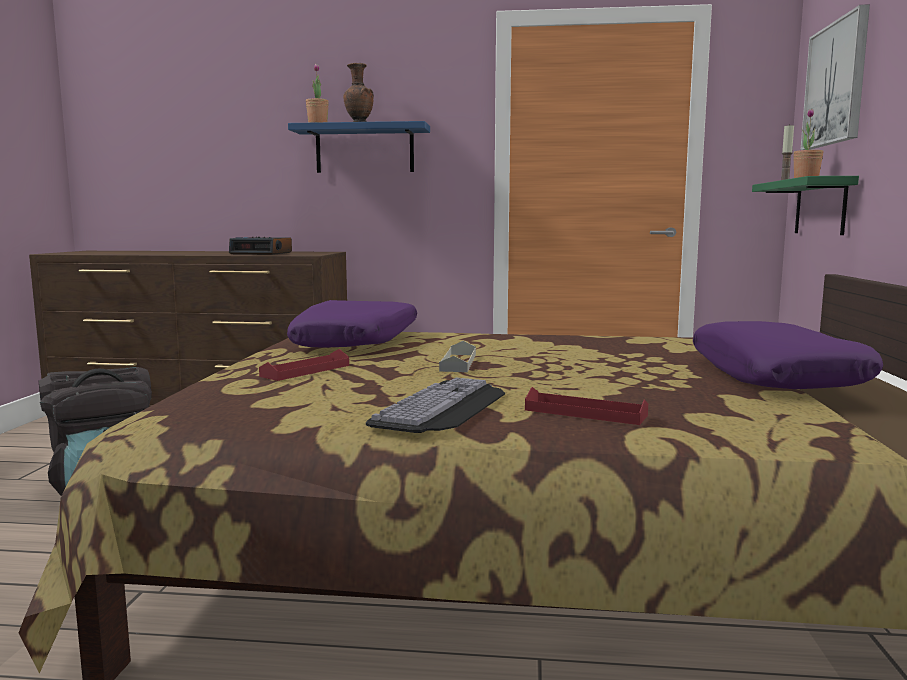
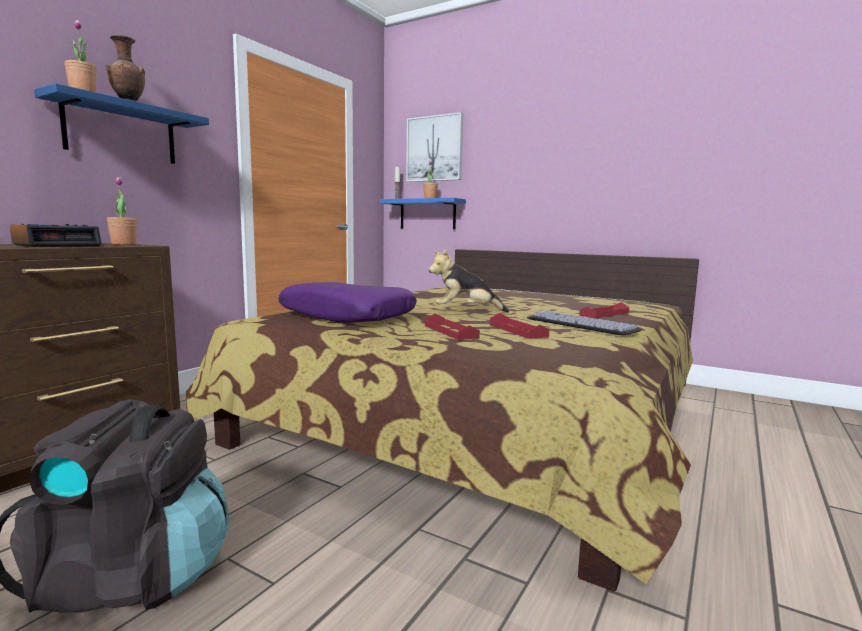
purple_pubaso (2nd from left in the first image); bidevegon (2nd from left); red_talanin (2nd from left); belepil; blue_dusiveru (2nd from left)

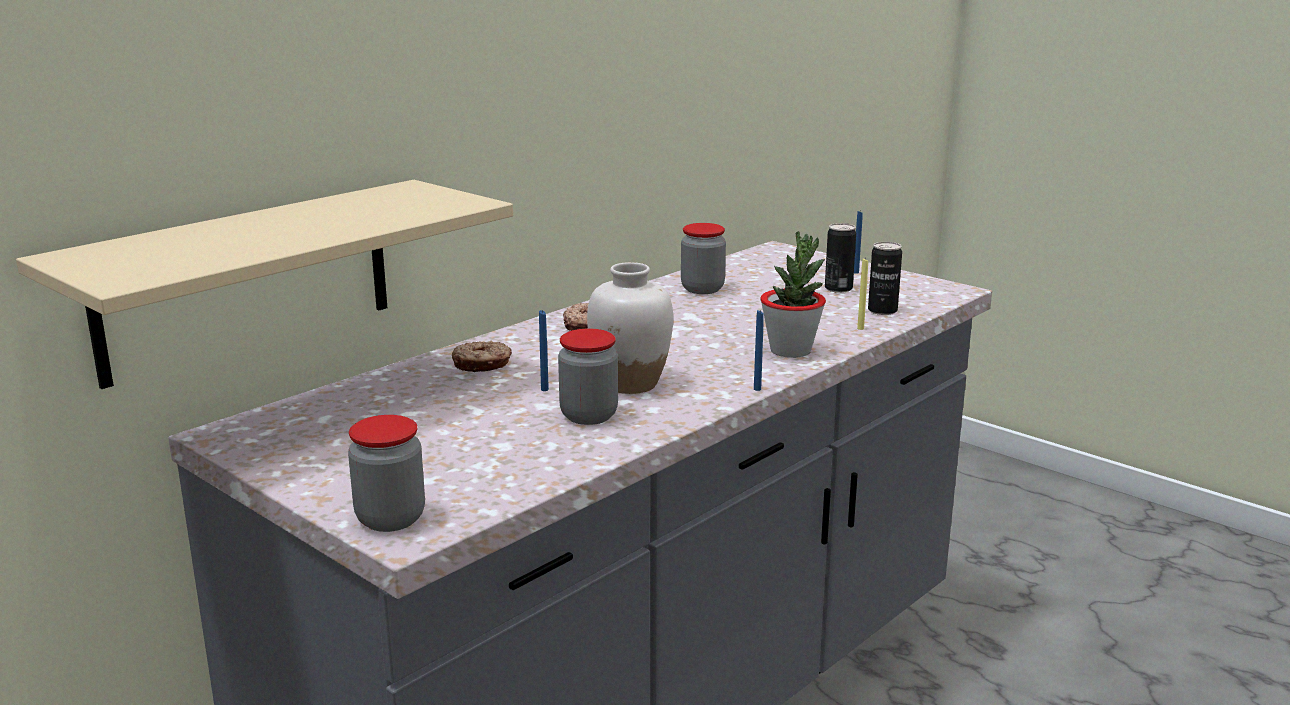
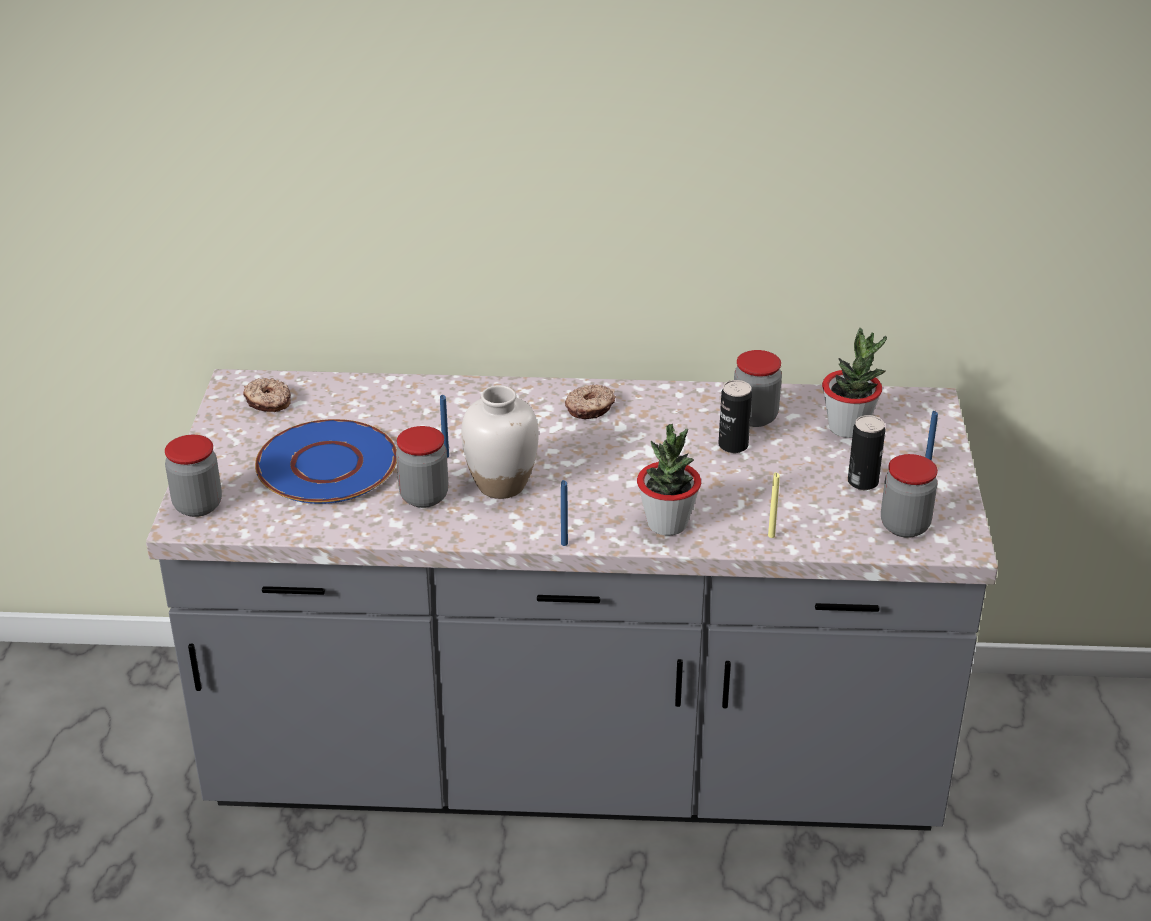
beige_dusiveru; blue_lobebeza; bidevegon (2nd from left); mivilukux (4th from left); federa (1st from left); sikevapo (1st from left)

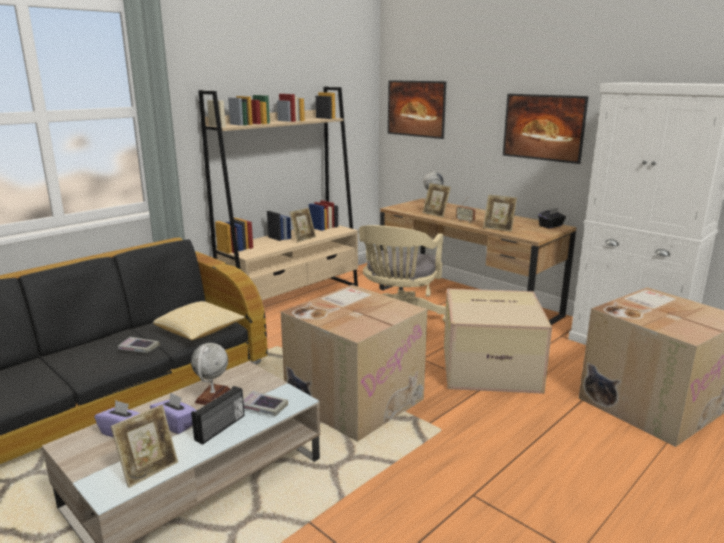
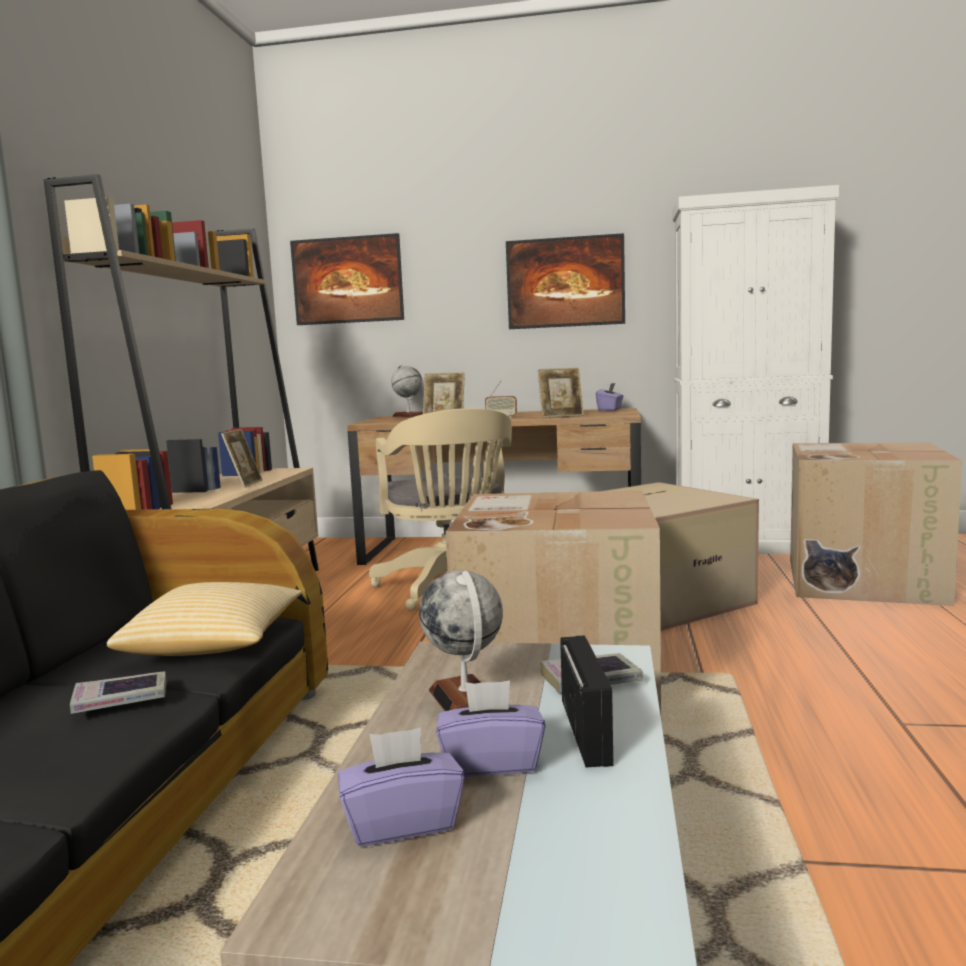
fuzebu (1st from left in the first image); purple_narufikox (3rd from left)

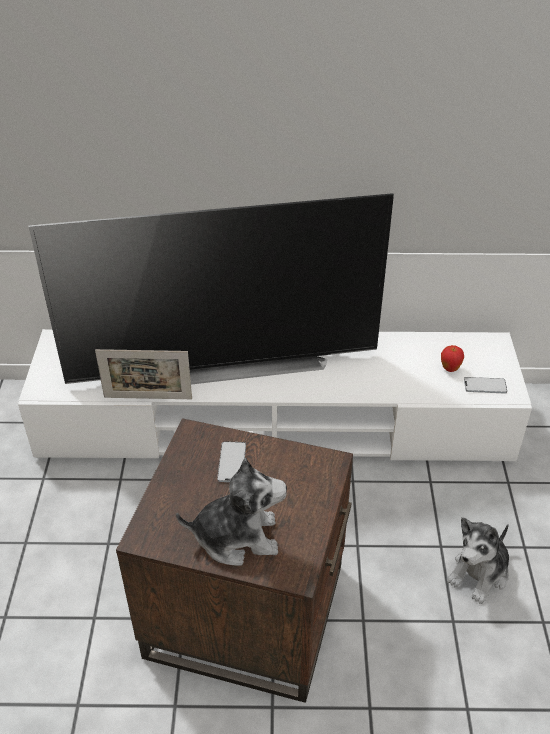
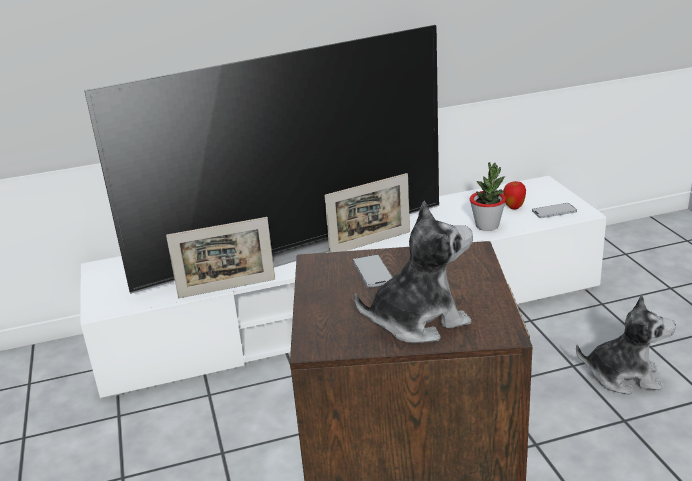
fuzebu (2nd from left); bidevegon; belepil (2nd from left)

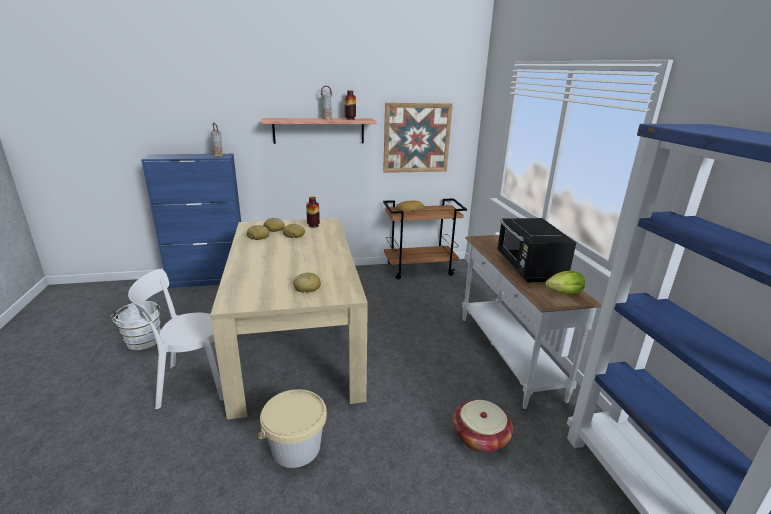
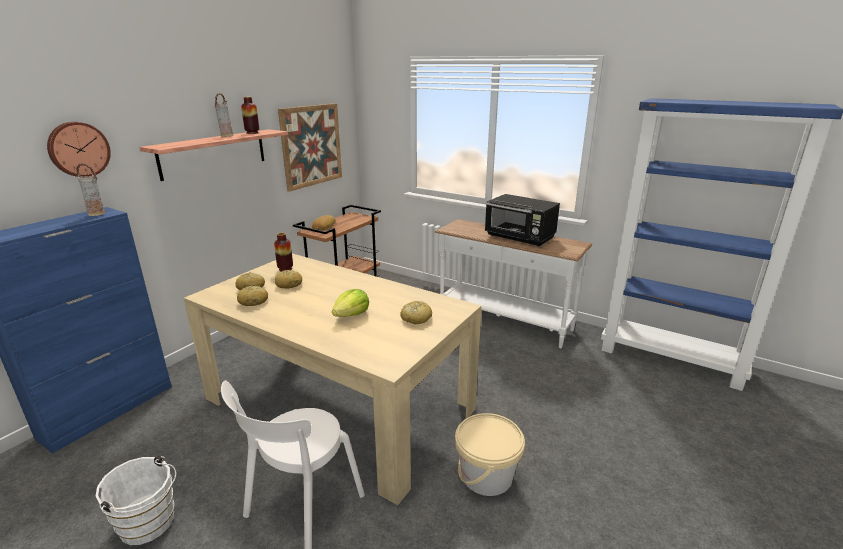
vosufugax; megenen; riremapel

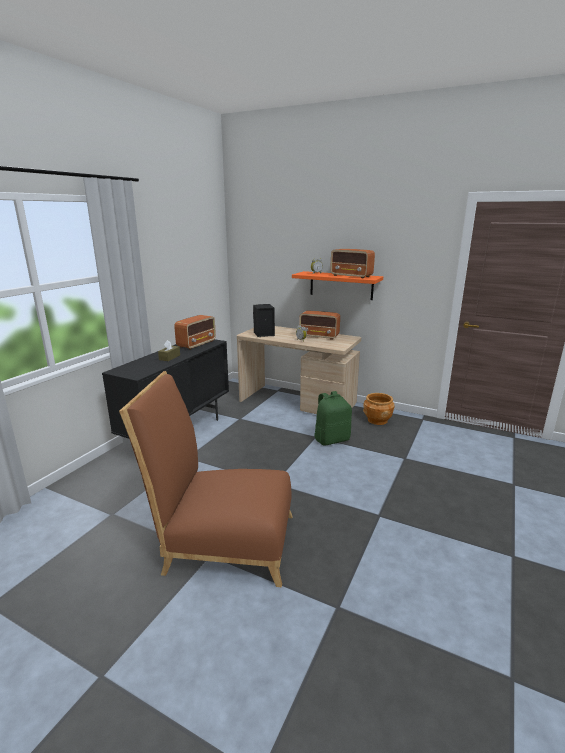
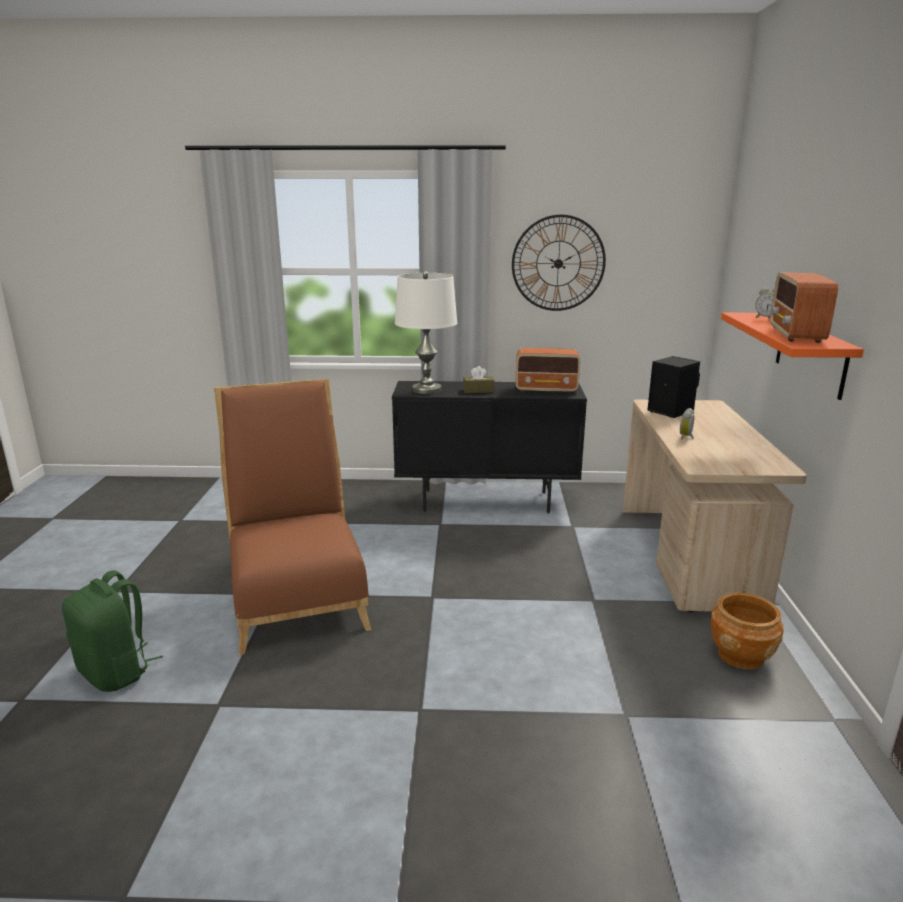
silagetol (2nd from left in the first image); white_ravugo; megenen; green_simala

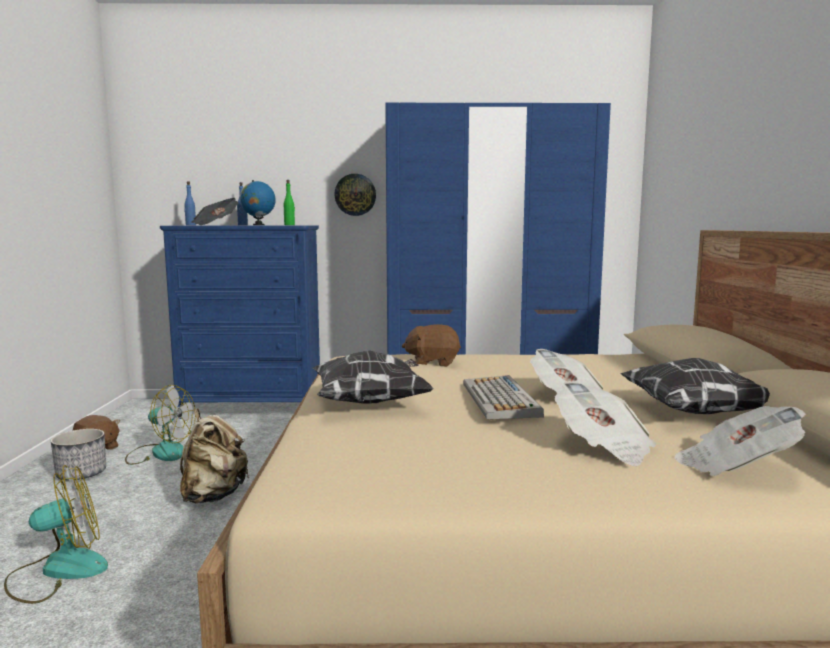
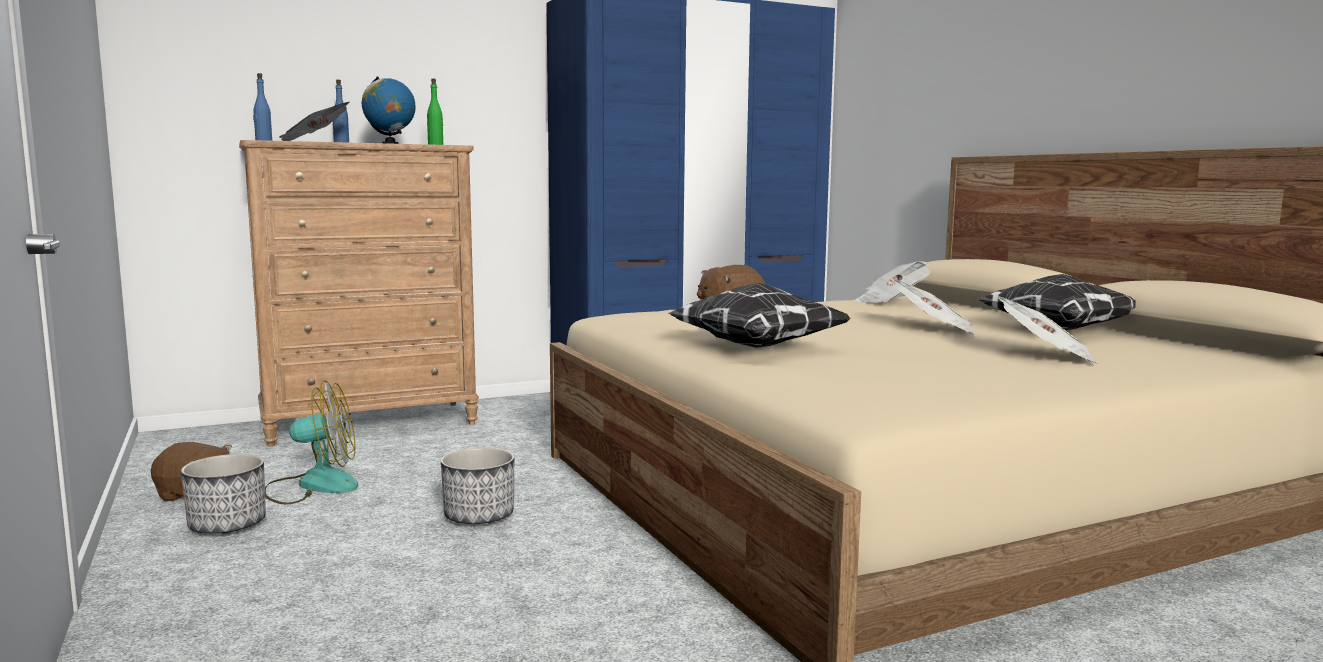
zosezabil (1st from left in the first image); megenen; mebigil; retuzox (2nd from left); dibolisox (2nd from left); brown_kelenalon

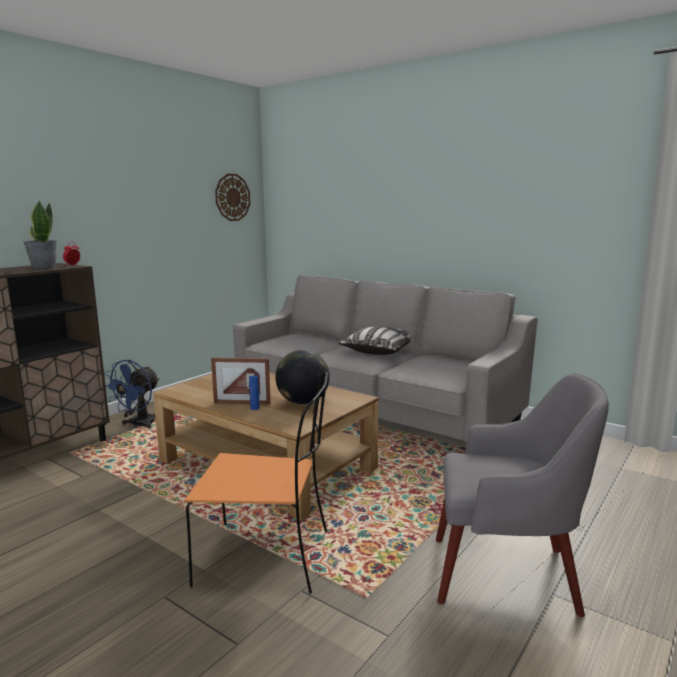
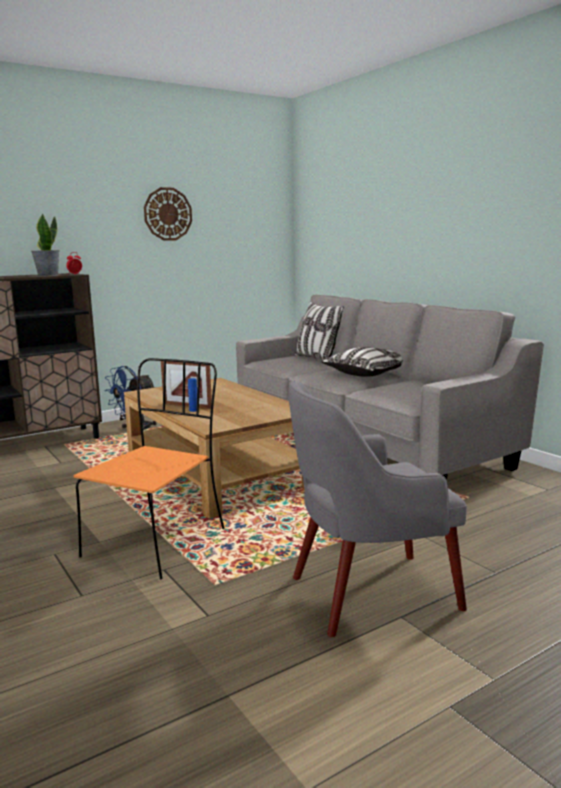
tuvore; pubaso (1st from left); megenen; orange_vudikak; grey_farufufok

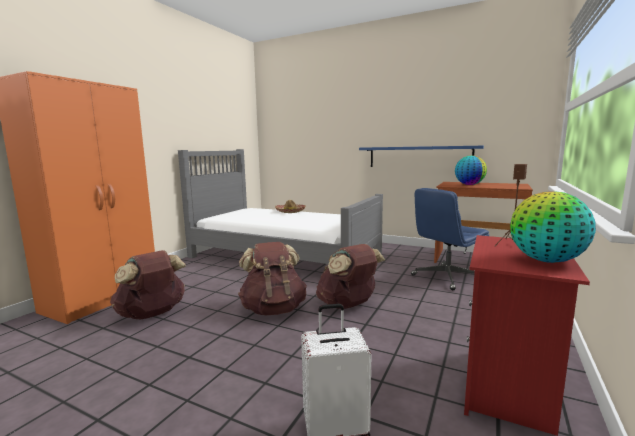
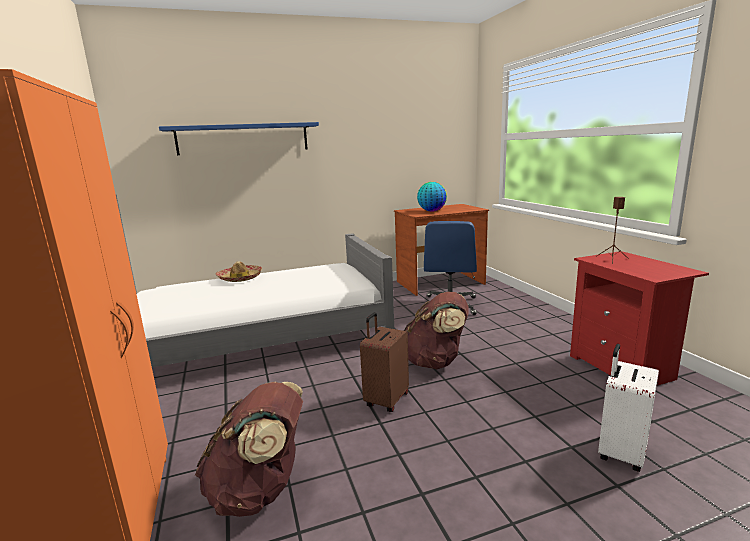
tuvore (2nd from left in the first image); blue_dusiveru; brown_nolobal

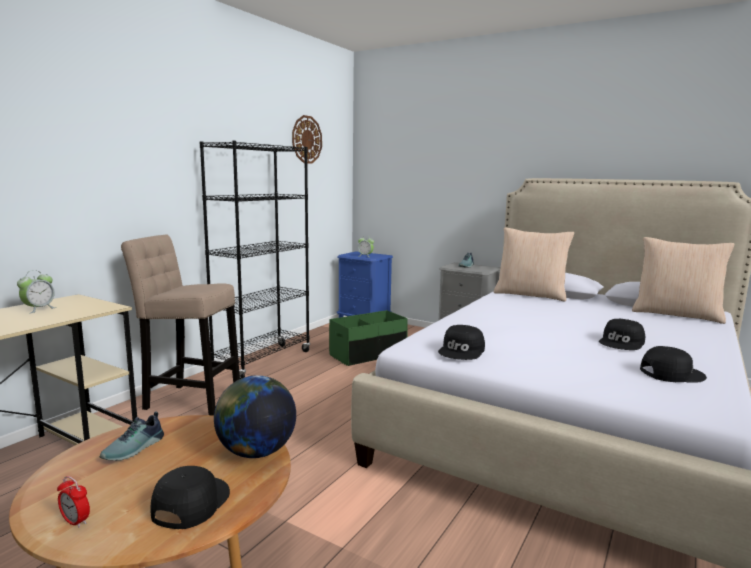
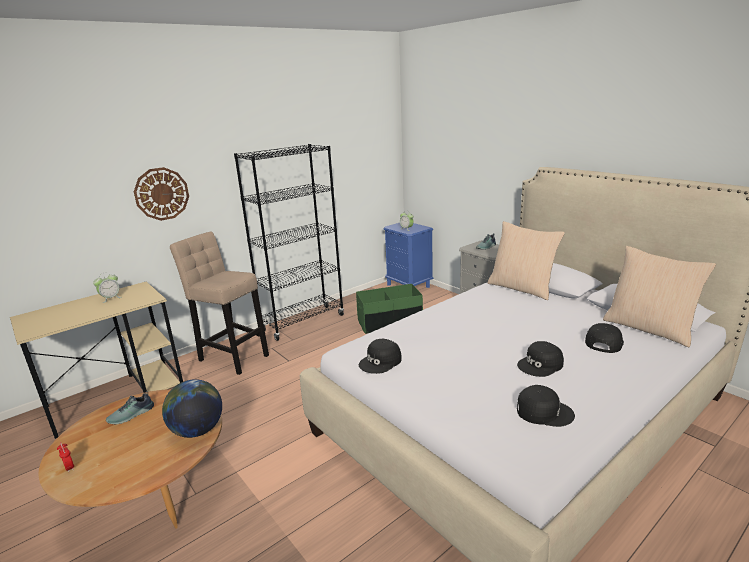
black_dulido (4th from left); megenen

